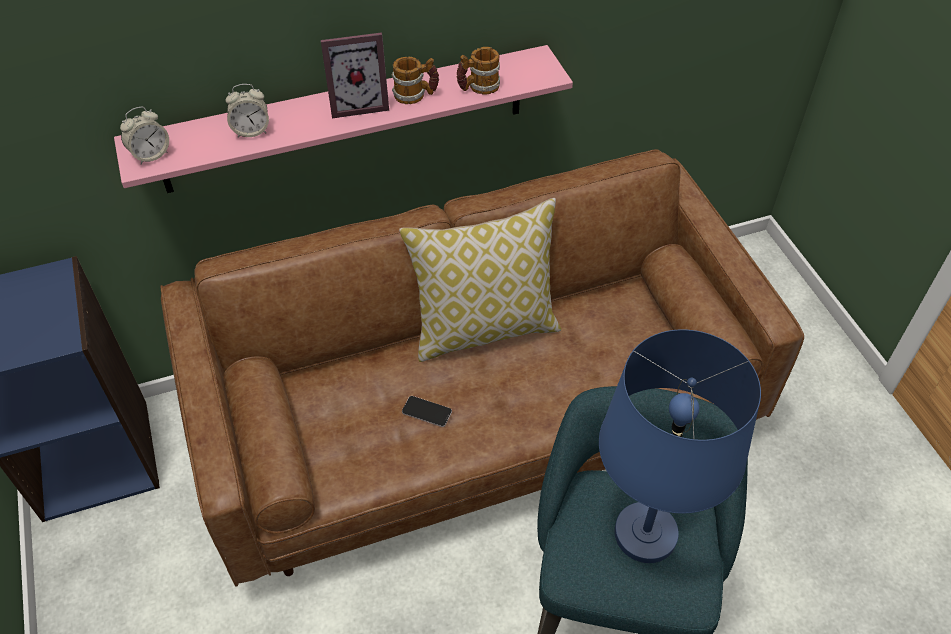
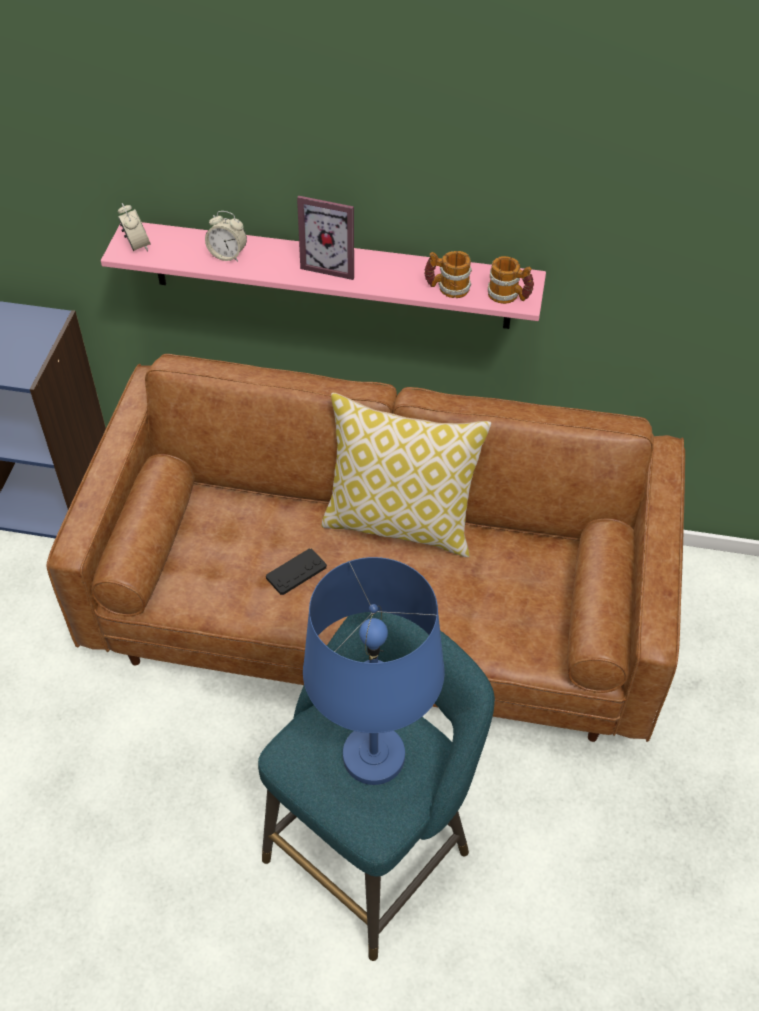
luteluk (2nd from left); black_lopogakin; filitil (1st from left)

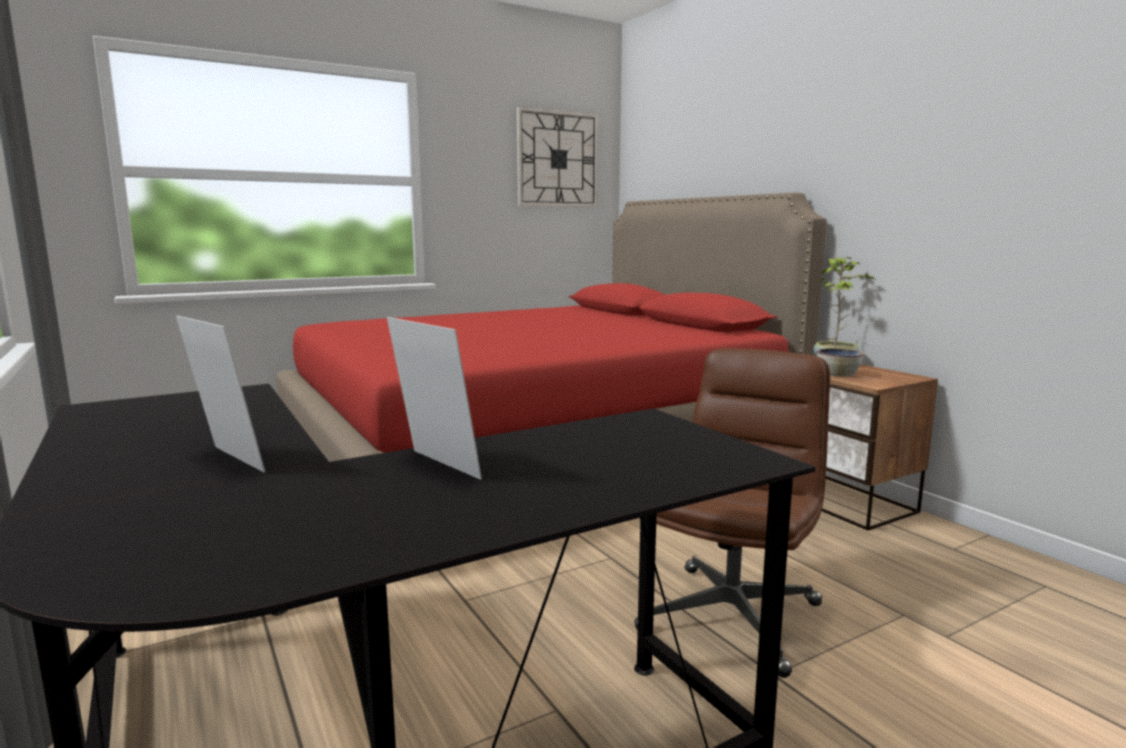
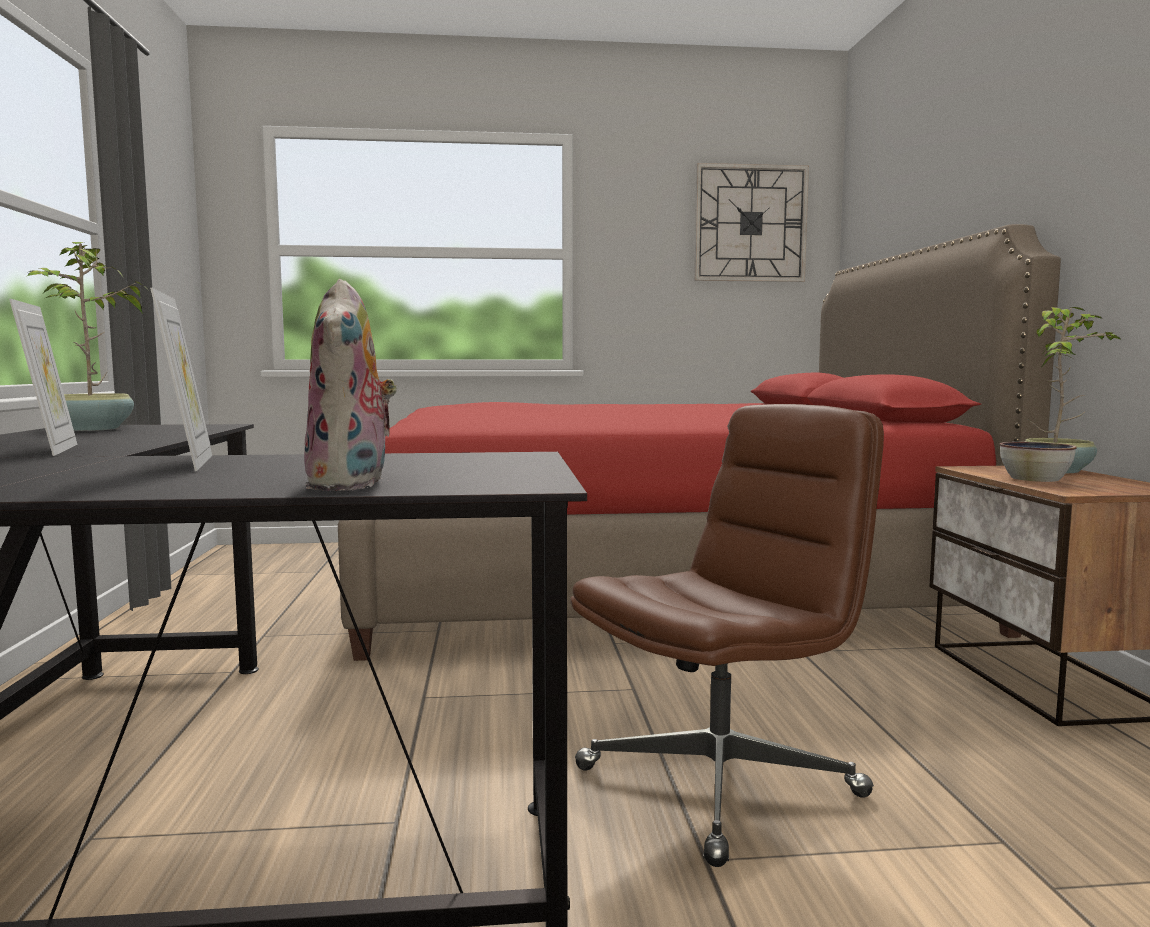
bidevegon (1st from left); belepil

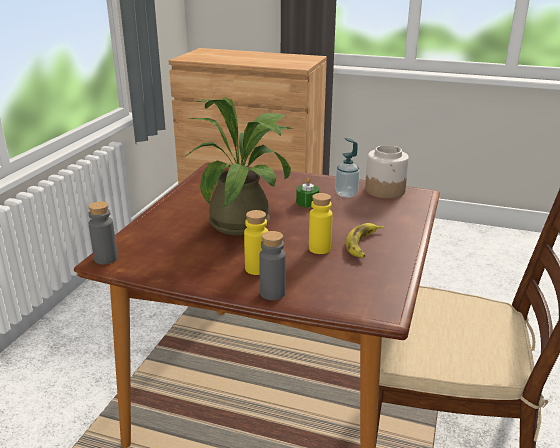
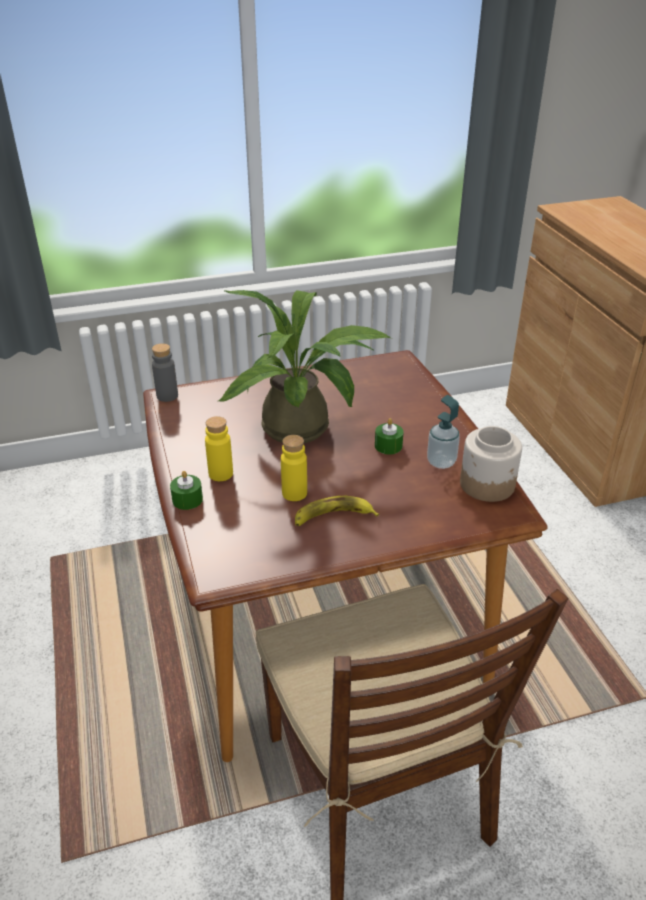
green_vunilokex (1st from left)

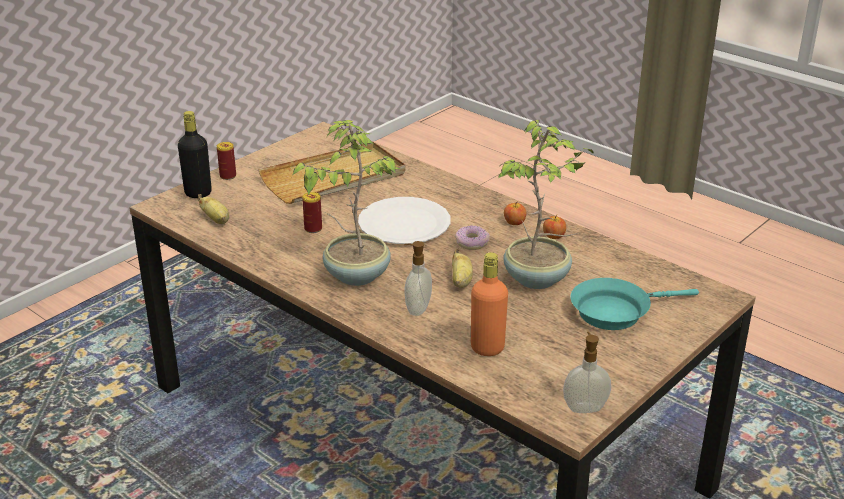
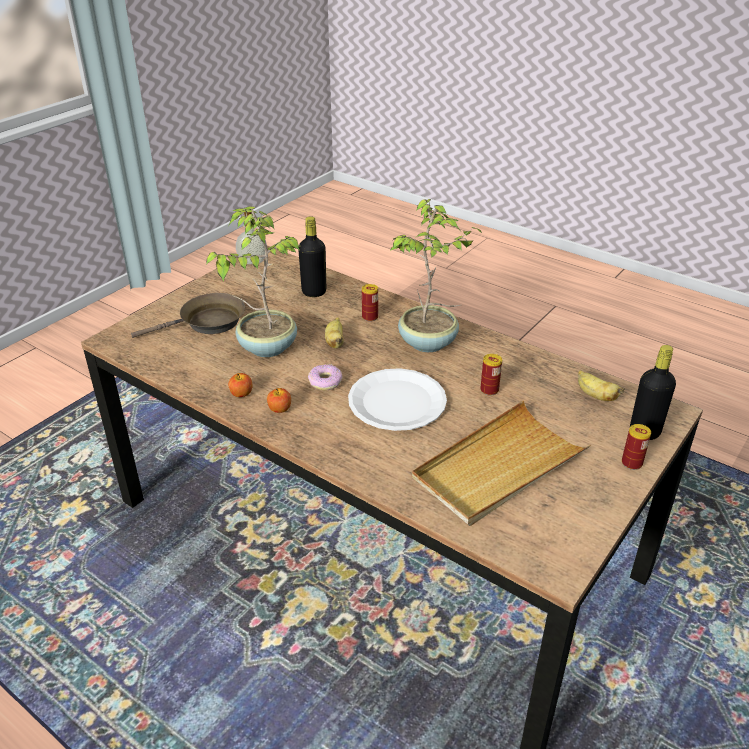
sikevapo (1st from left); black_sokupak (1st from left); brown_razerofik

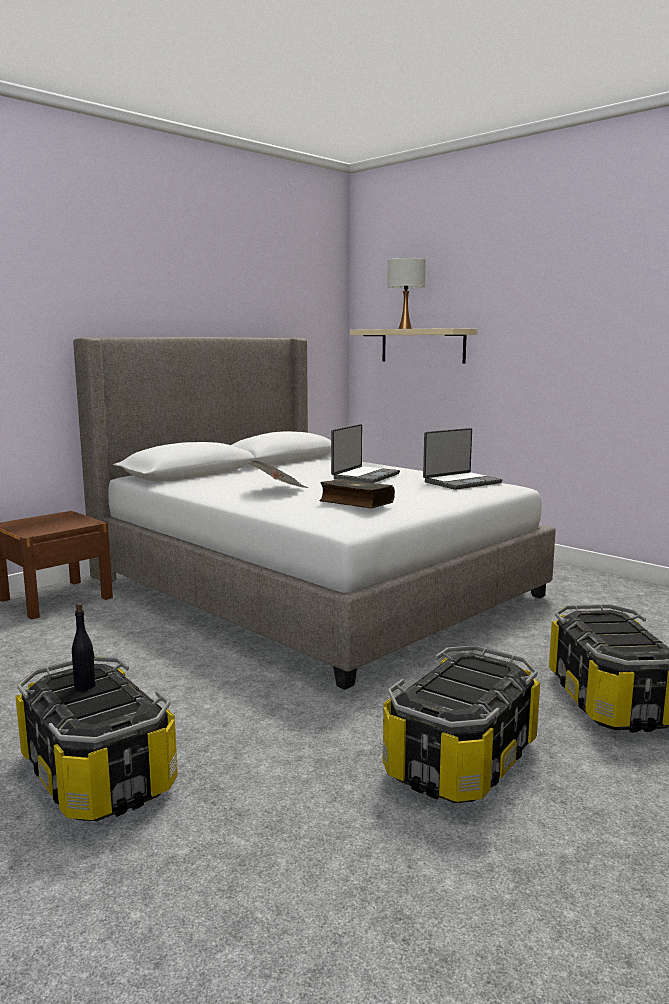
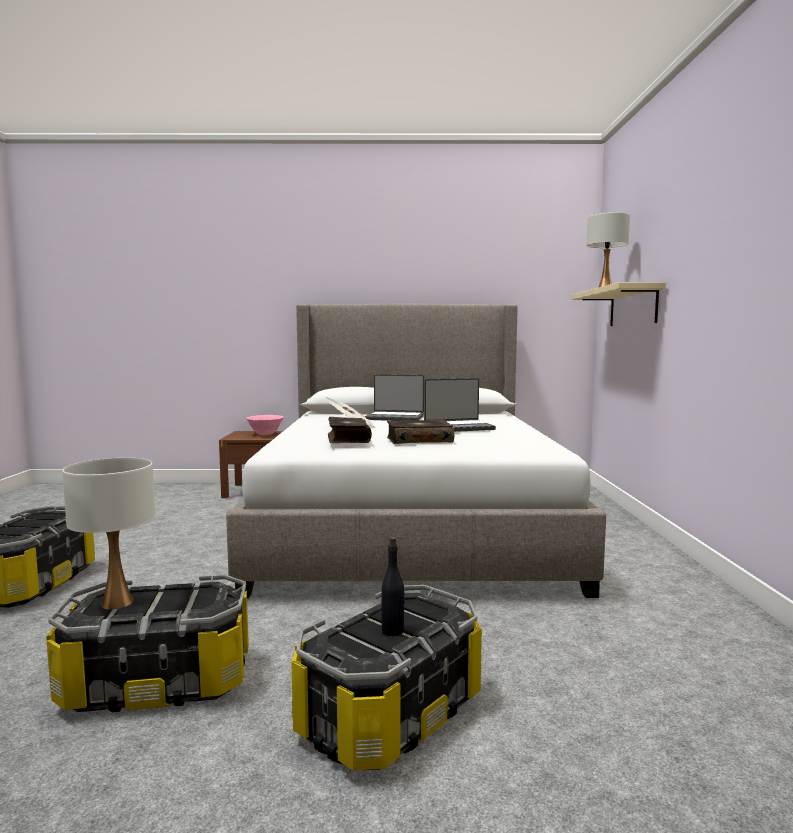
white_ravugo (1st from left); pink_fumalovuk; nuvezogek (2nd from left); black_sokupak; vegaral (1st from left)

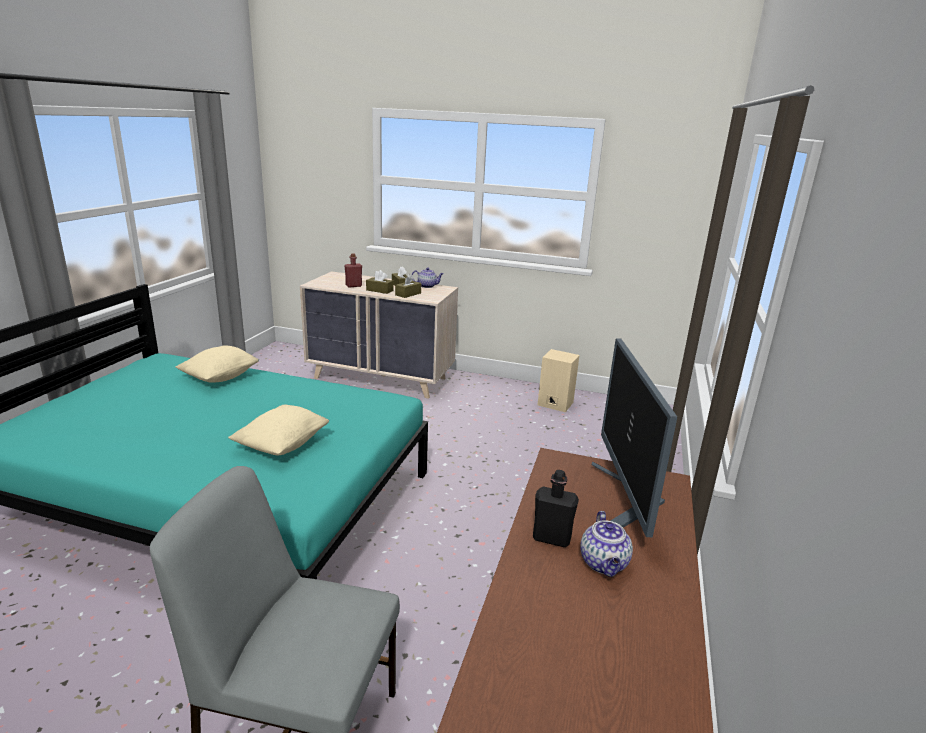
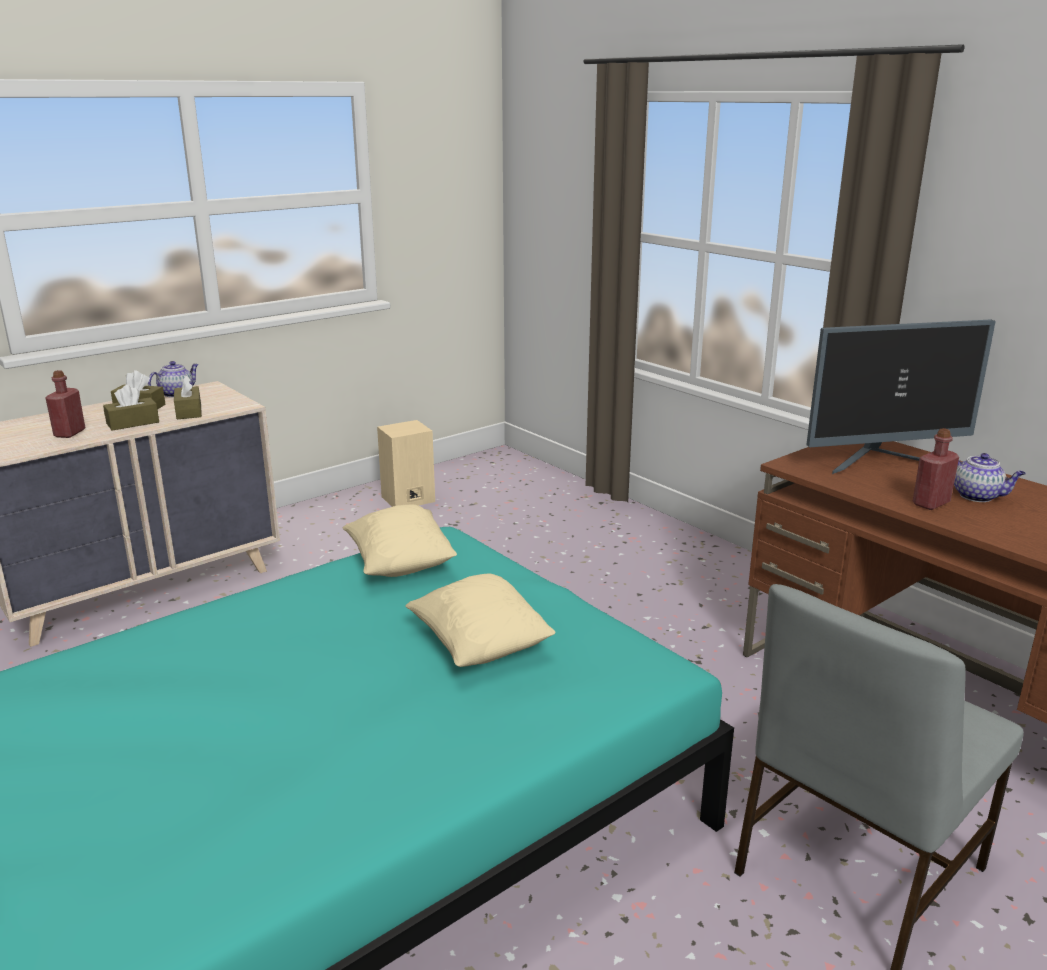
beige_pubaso (1st from left); red_sokupak (2nd from left); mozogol

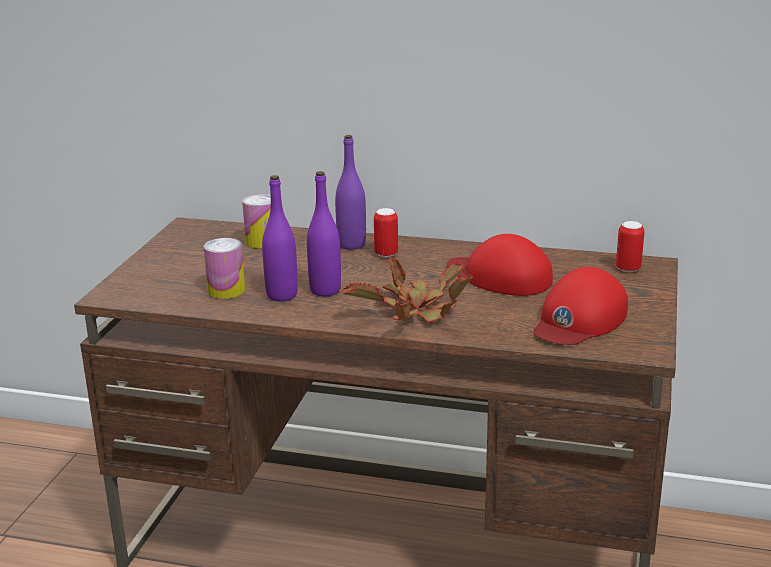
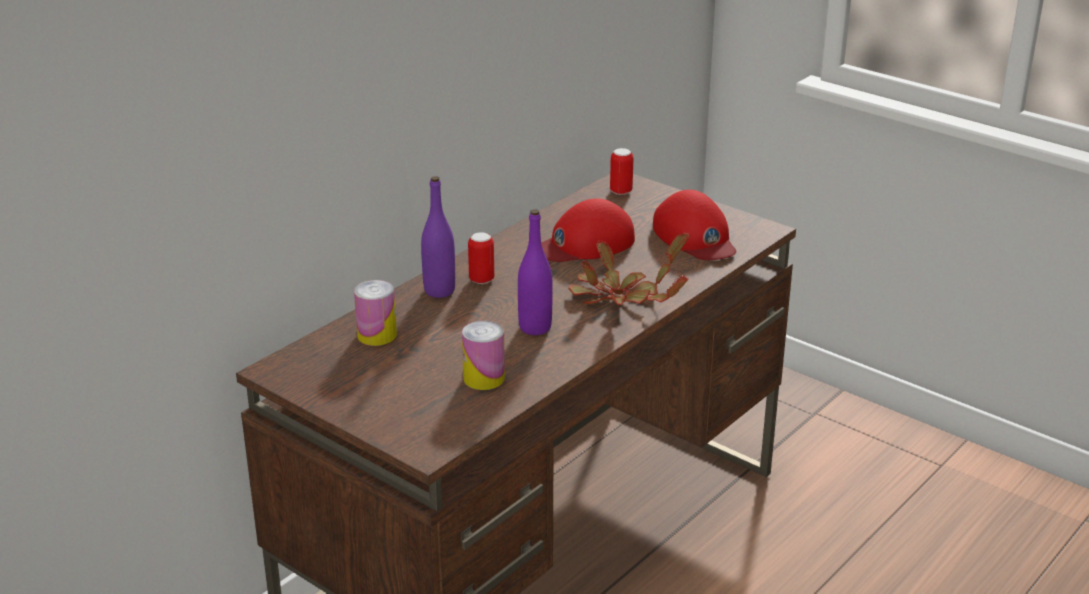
purple_sokupak (1st from left in the first image)

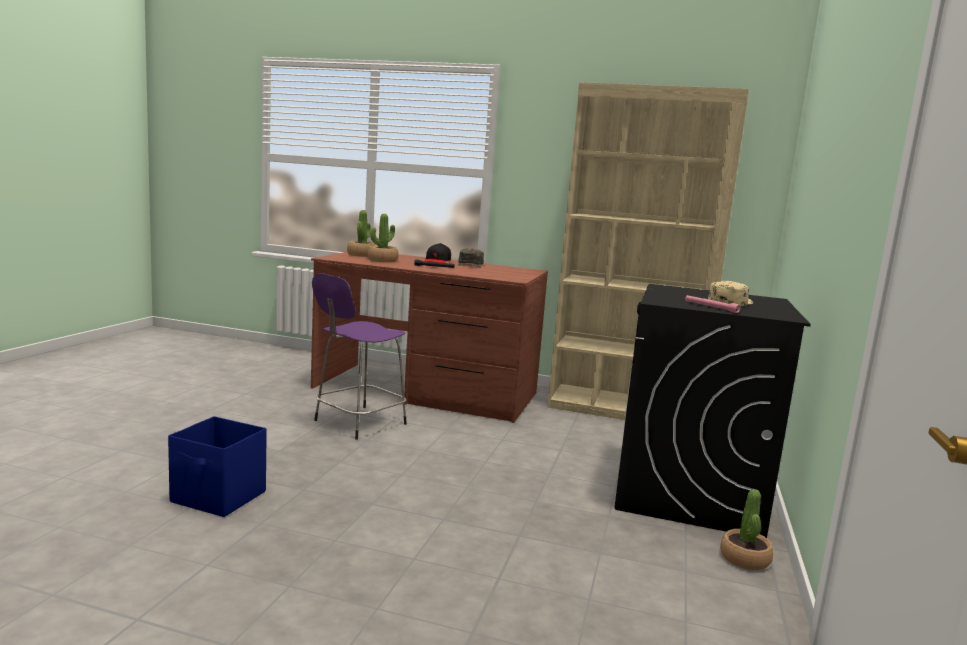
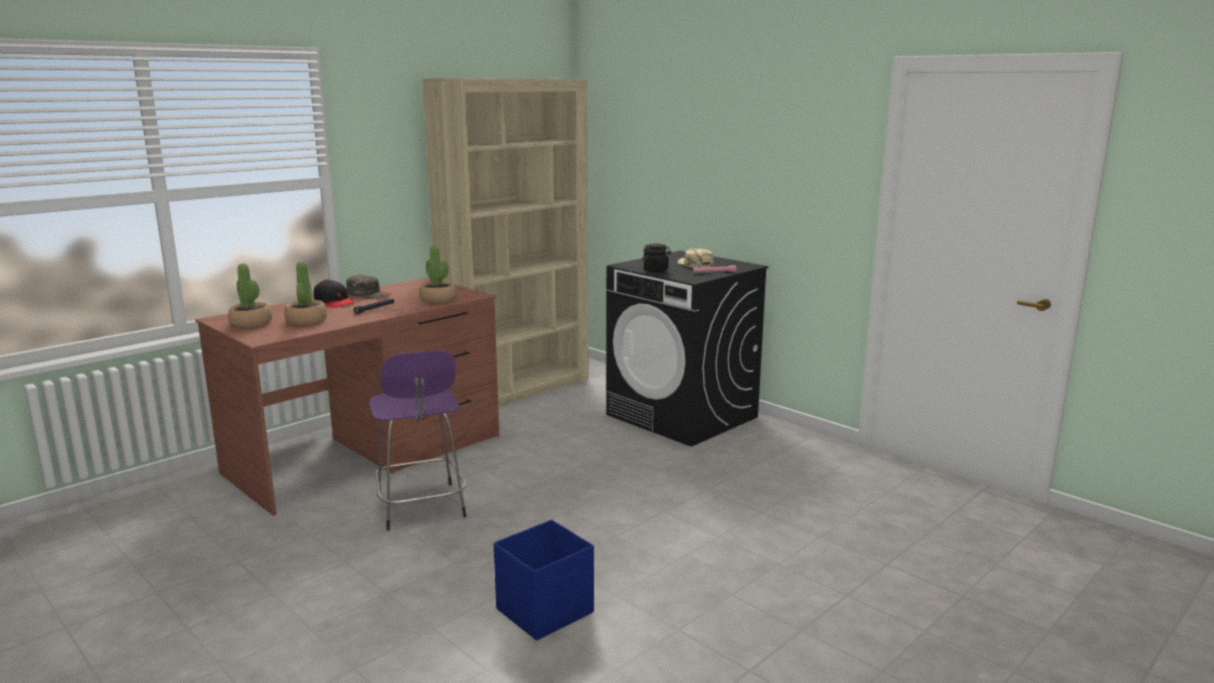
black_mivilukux; bidevegon (3rd from left)

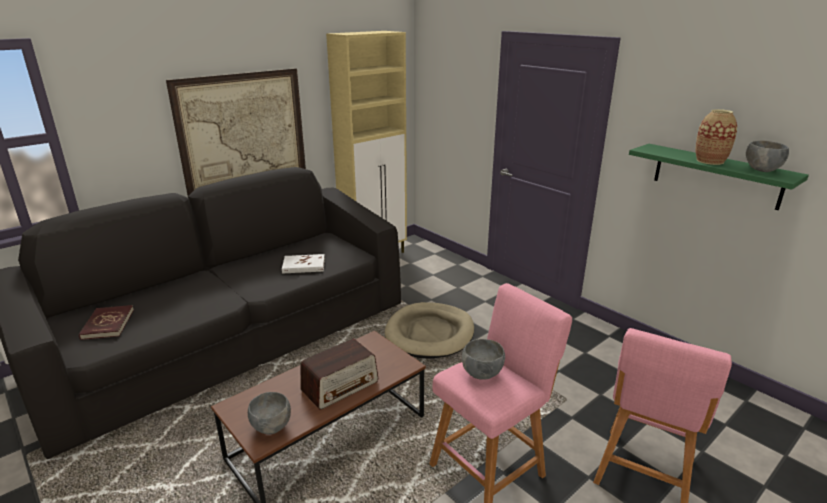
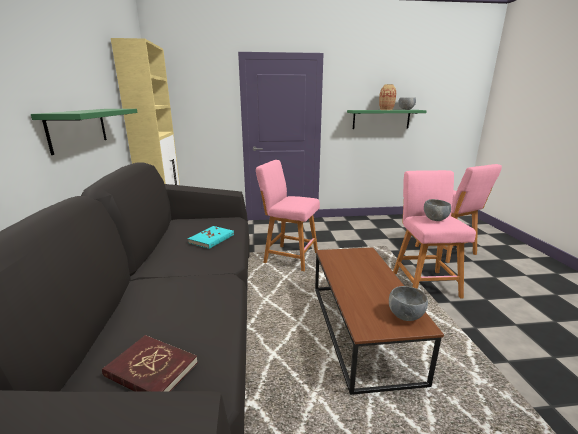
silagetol; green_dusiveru (1st from left); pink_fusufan (1st from left); turquoise_nuvezogek

